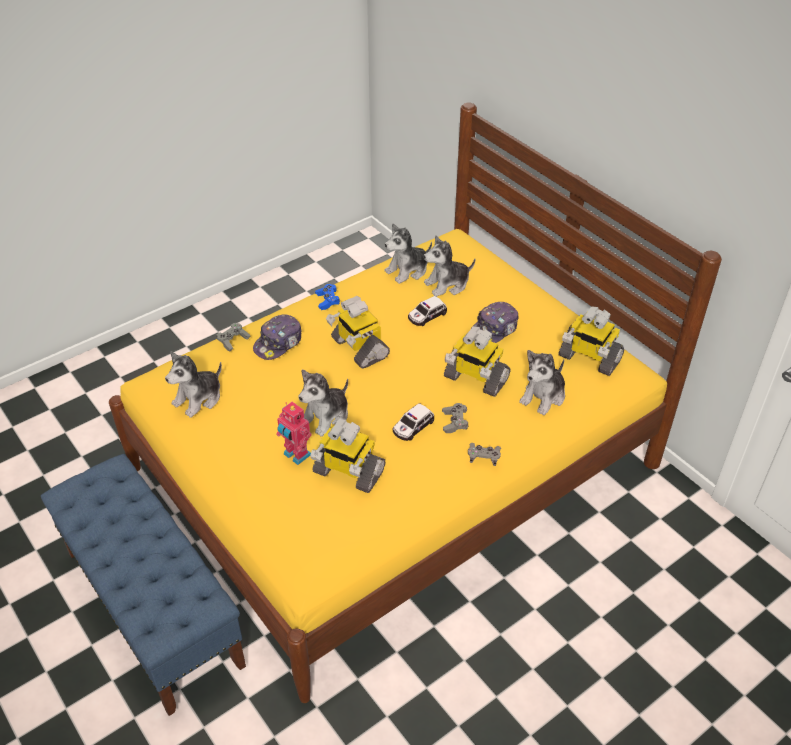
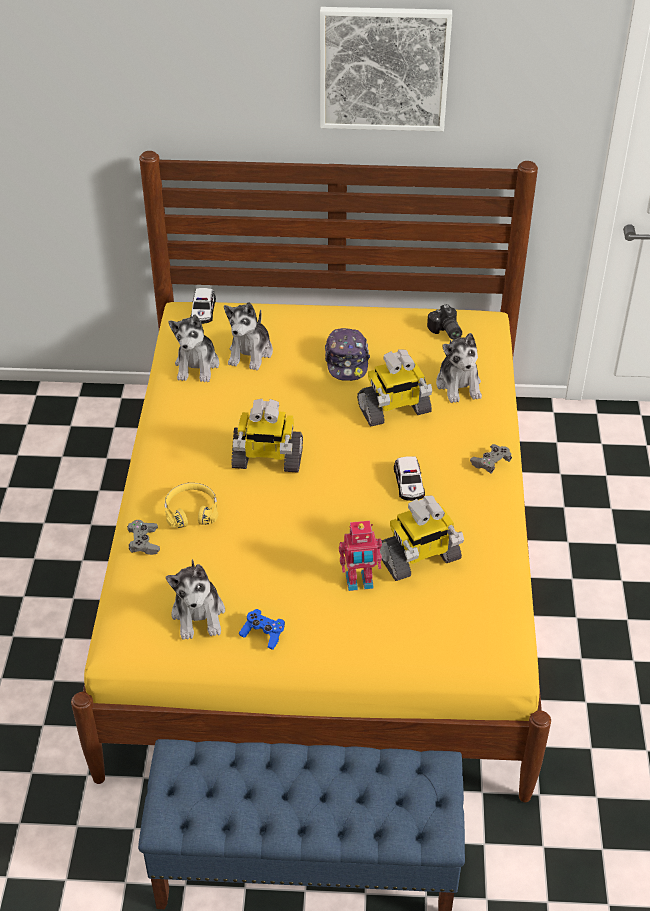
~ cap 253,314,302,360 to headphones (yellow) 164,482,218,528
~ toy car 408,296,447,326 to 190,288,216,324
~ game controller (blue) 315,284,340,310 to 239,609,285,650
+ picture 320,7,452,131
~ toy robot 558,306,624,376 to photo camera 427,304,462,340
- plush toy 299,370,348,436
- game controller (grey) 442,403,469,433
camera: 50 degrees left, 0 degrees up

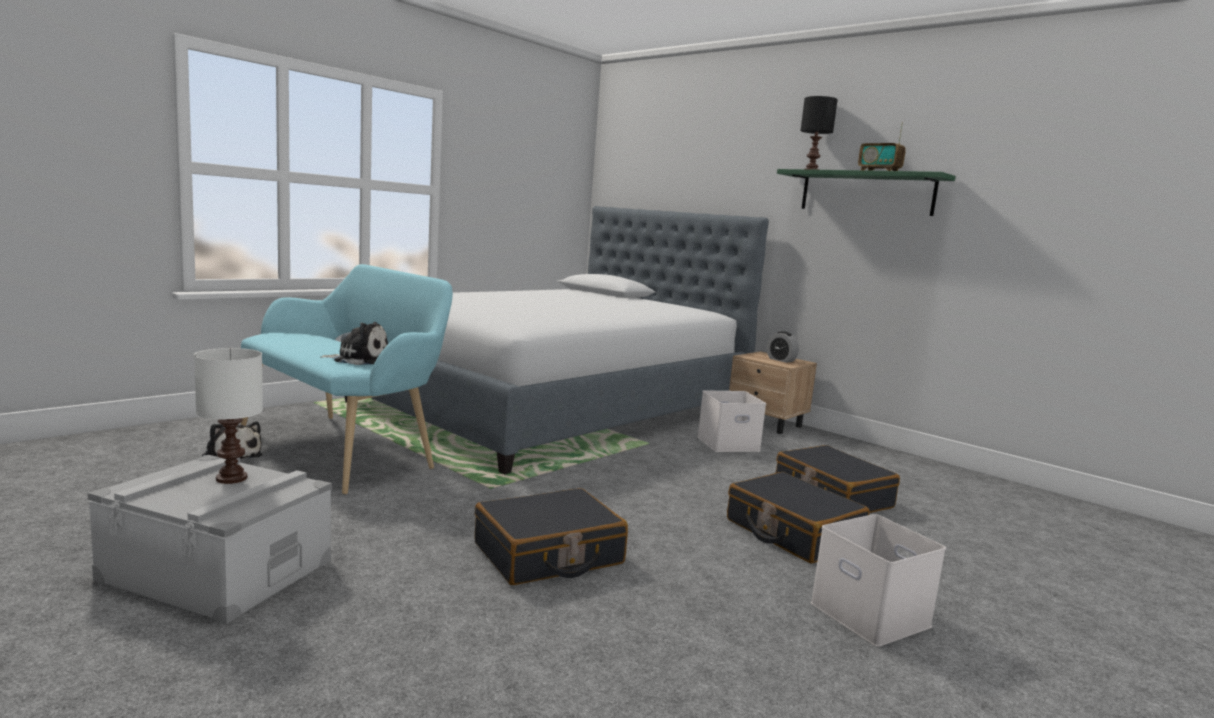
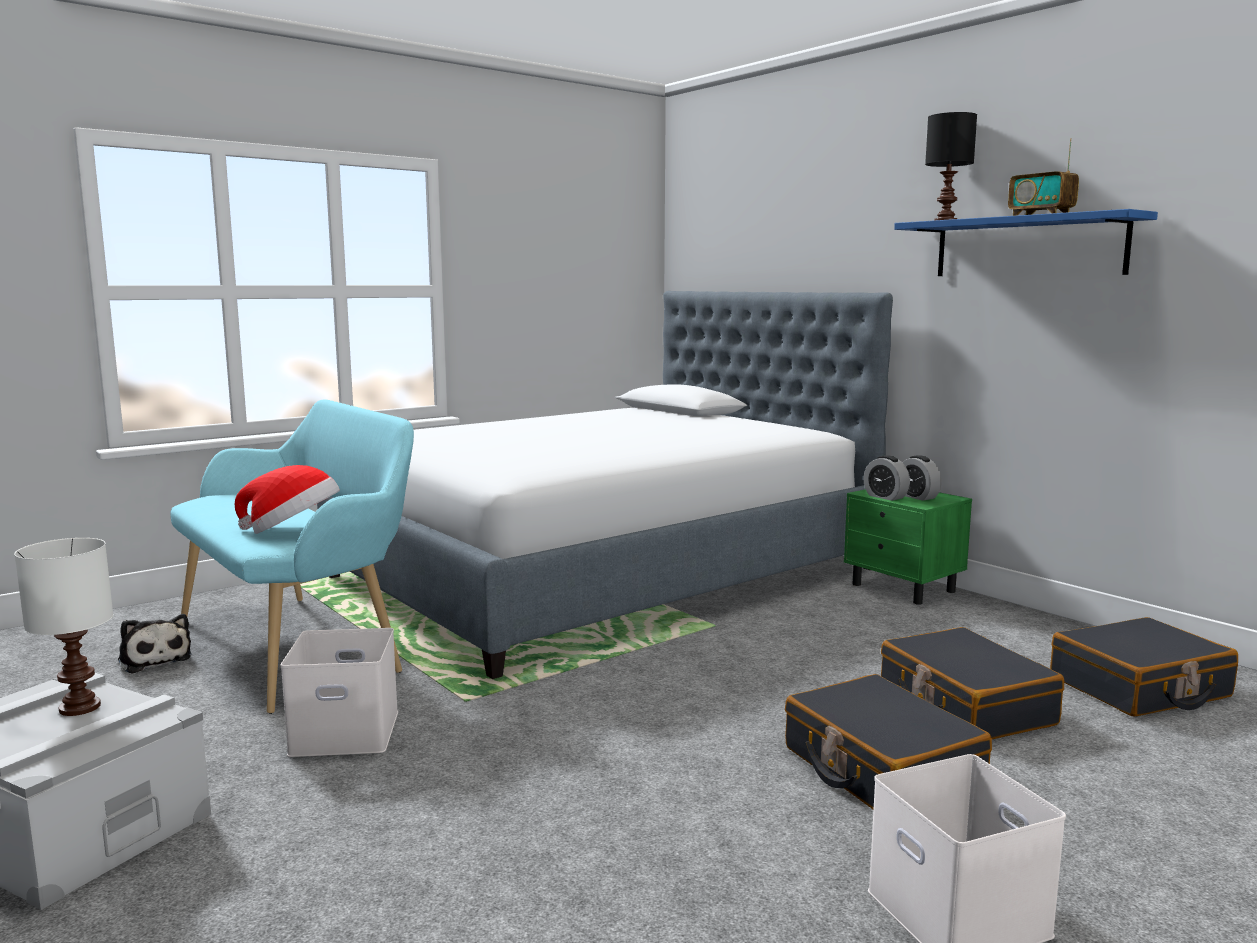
~ plush toy 320,322,388,365 to hat 235,465,340,534
~ storage box (white) 697,390,766,452 to 281,628,398,757
~ nightstand (beige) 729,351,817,434 to nightstand (green) 844,489,972,605
+ alarm clock 863,455,910,501
~ shelf (green) 777,169,956,216 to shelf (blue) 894,209,1158,276
~ suitcase (black) 475,488,628,585 to 1050,617,1238,717
camera: 10 degrees right, 0 degrees up

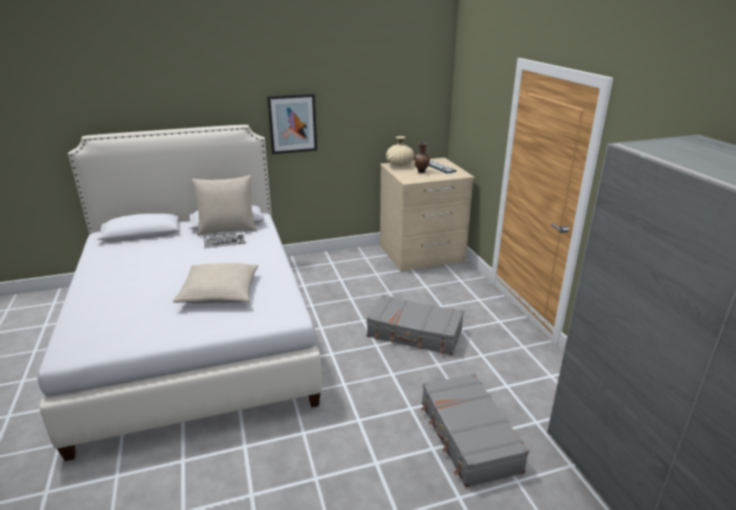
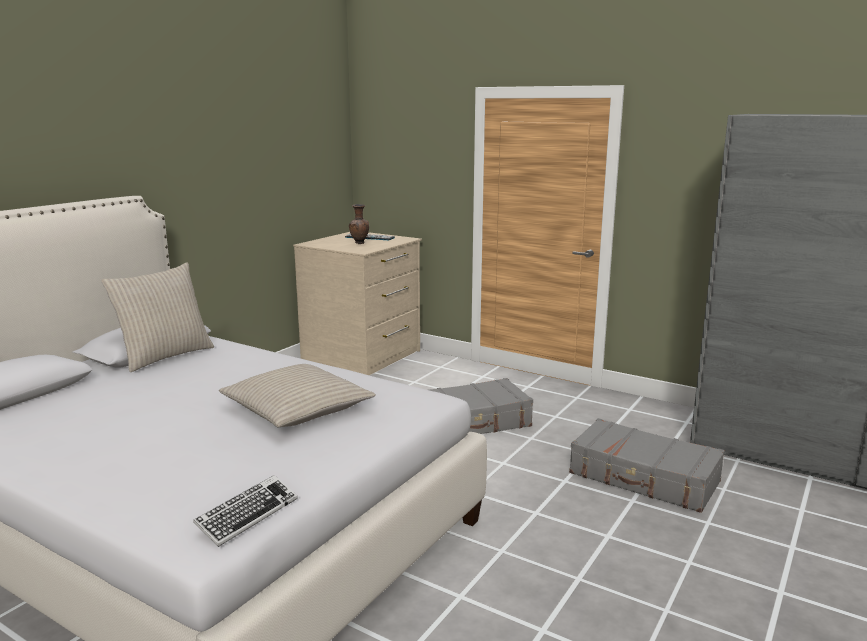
~ keyboard 203,232,246,248 to 193,475,298,547
- picture 267,94,317,154
- vase (beige) 386,136,414,167
camera: 40 degrees left, 10 degrees down

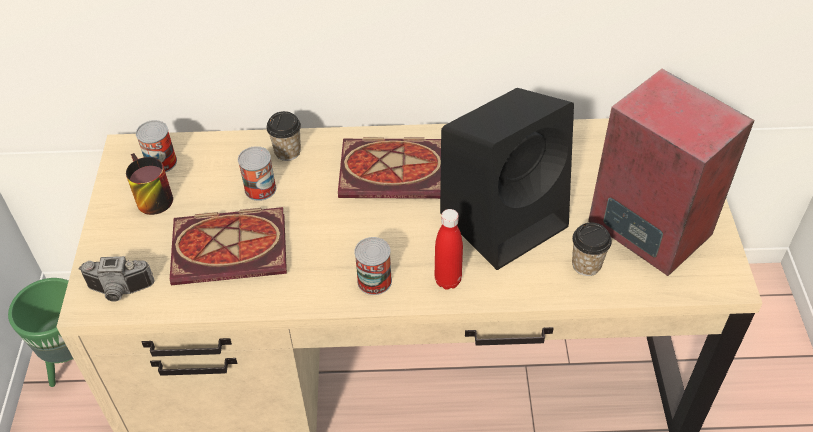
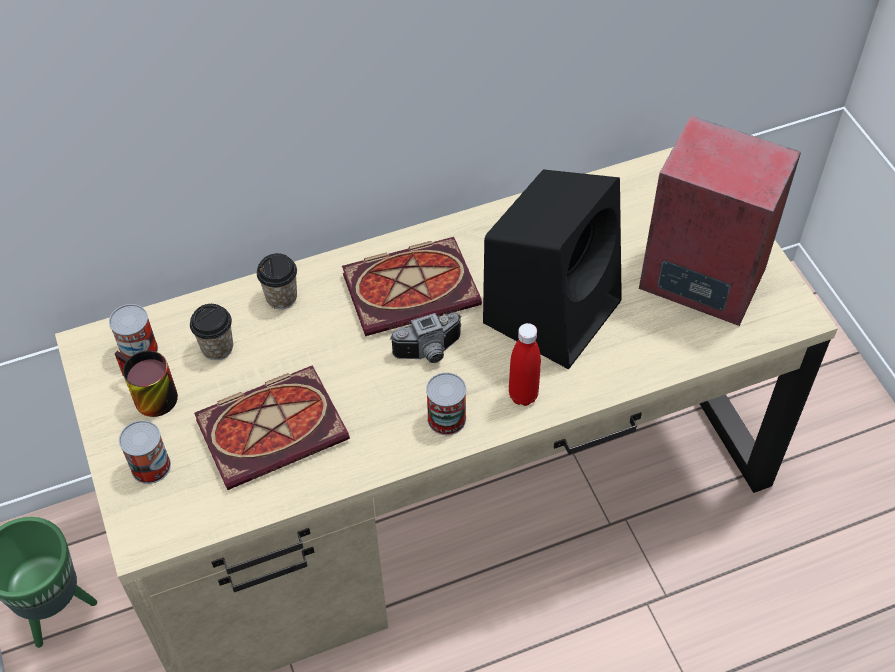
~ can 238,146,276,201 to 119,420,171,484
~ cup 572,222,612,276 to 190,304,233,360
~ photo camera 78,256,154,302 to 390,312,461,363
camera: 20 degrees left, 5 degrees up

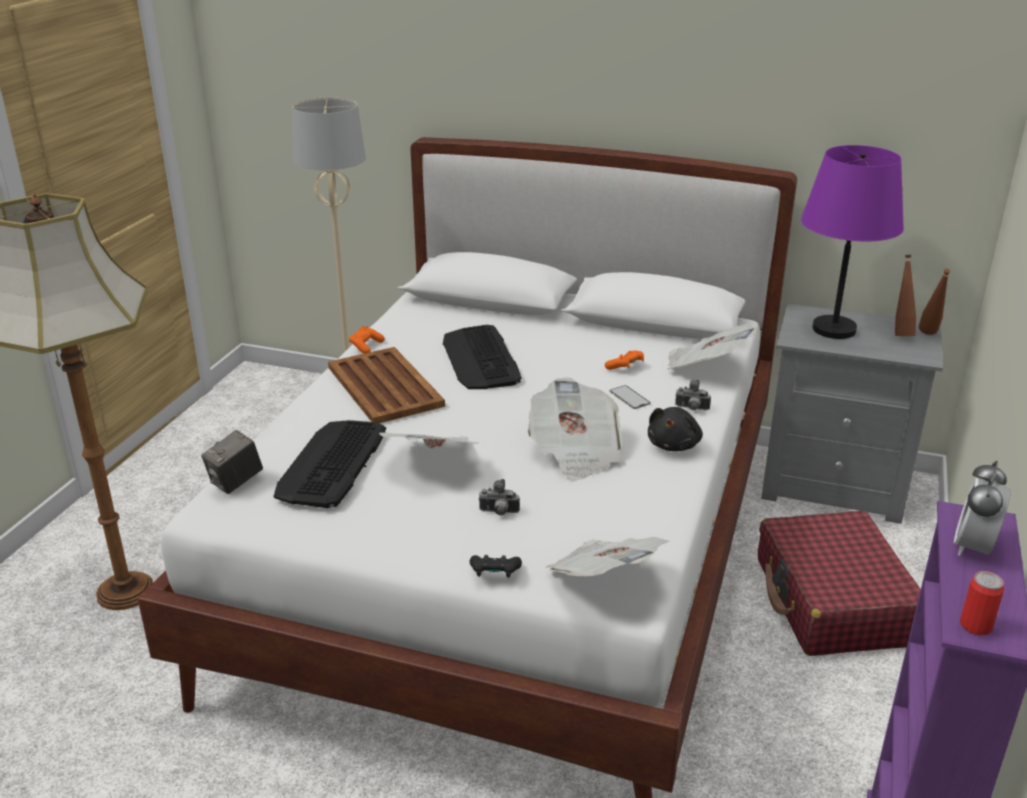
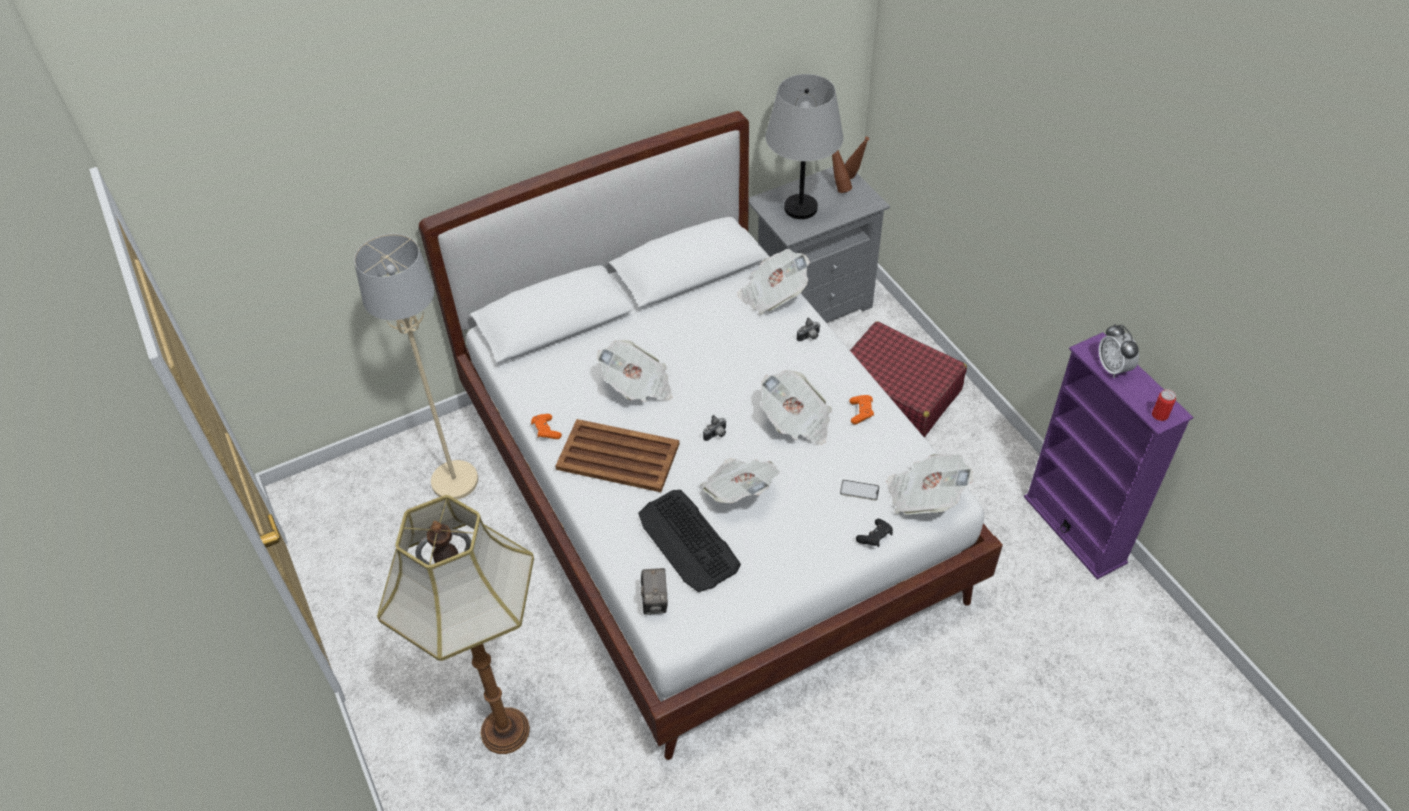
~ keyboard 443,325,522,389 to newspaper 597,340,672,402
~ photo camera 478,479,520,516 to 703,415,727,441
~ table lamp (purple) 801,145,904,339 to table lamp (grey) 765,74,843,219
~ phone 609,385,651,409 to 840,480,879,500
~ game controller (orange) 605,350,644,370 to 849,395,874,424
- plush toy (black) 648,407,703,451
camera: 45 degrees left, 20 degrees up

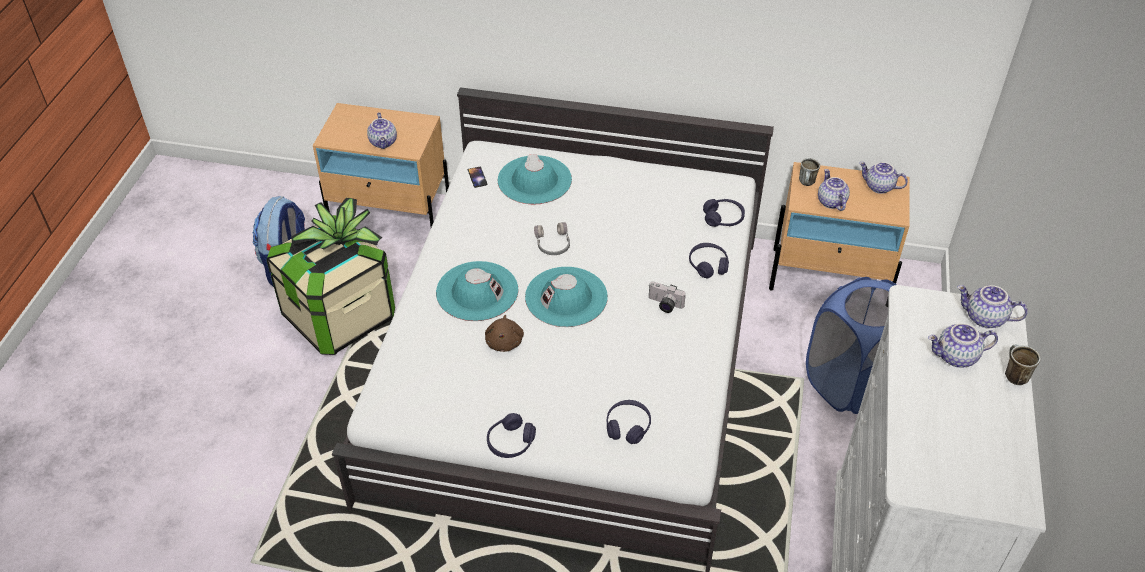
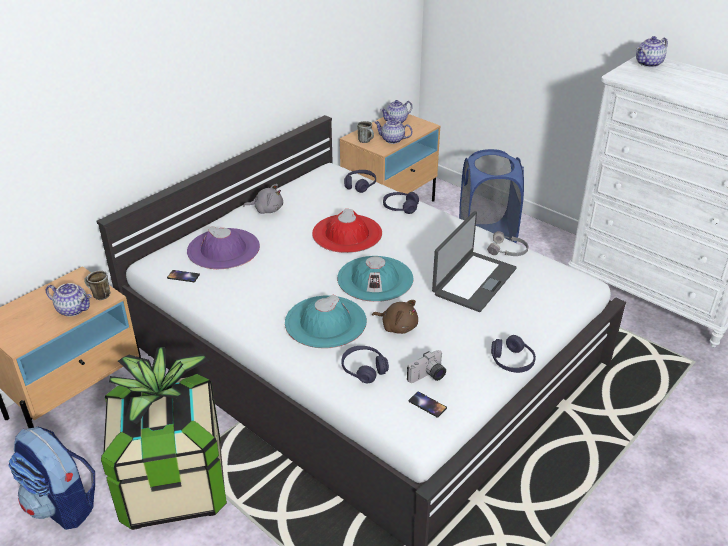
~ mug 1005,344,1040,385 to 84,270,110,300
~ hat (turquoise) 498,154,572,204 to hat (purple) 187,226,260,269
+ plush toy (grey) 243,184,283,214
+ hat (red) 312,209,382,253
~ headphones (purple) 607,400,651,444 to 342,346,389,383
~ photo camera 649,281,686,313 to 407,350,446,383
+ phone 408,392,447,418
+ laptop 432,211,517,312
~ headphones (grey) 534,222,570,255 to 487,231,528,256
- teapot 928,323,998,368
camera: 60 degrees left, 10 degrees down

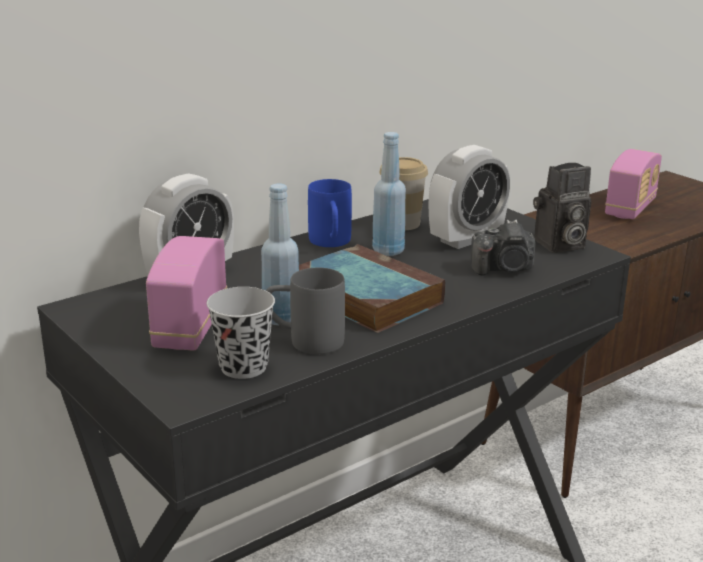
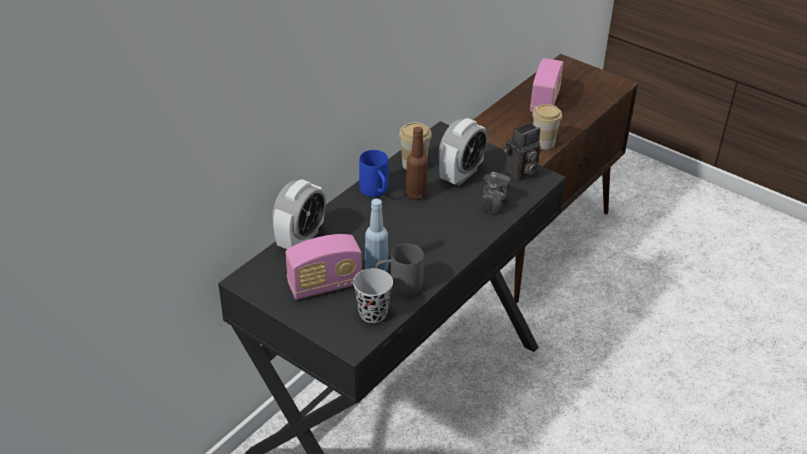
~ radio 146,236,227,350 = 285,234,362,300 105 degrees counterclockwise
~ bottle (blue) 372,132,406,256 to bottle (brown) 406,127,428,200
~ photo camera 471,220,536,275 = 481,172,511,214 60 degrees counterclockwise
+ cup 532,104,562,150
- book 299,244,445,333
camera: 15 degrees left, 15 degrees up

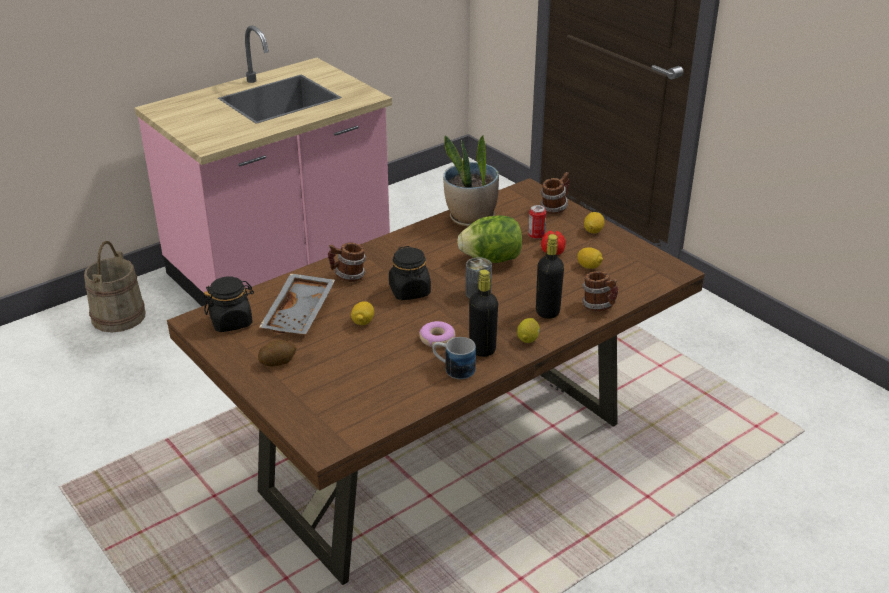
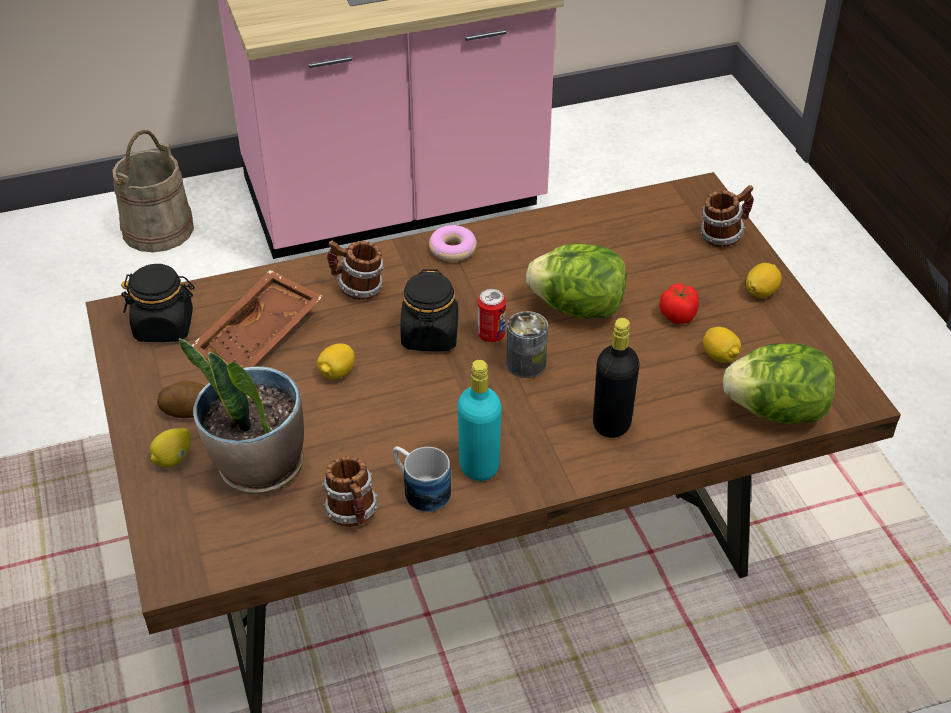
~ lemon 517,318,540,343 to 150,428,191,468
~ potted plant 443,135,499,227 to 178,338,304,494
~ tray (grey) 259,273,335,334 to tray (brown) 192,270,323,368
~ mug 582,271,618,312 to 322,456,378,527
~ donut 419,321,455,348 to 429,225,477,262
~ bottle (black) 469,269,498,357 to bottle (turquoise) 458,360,502,481
~ can 528,205,546,239 to 478,289,506,342
+ lettuce 723,343,835,424
camera: 20 degrees right, 10 degrees up

